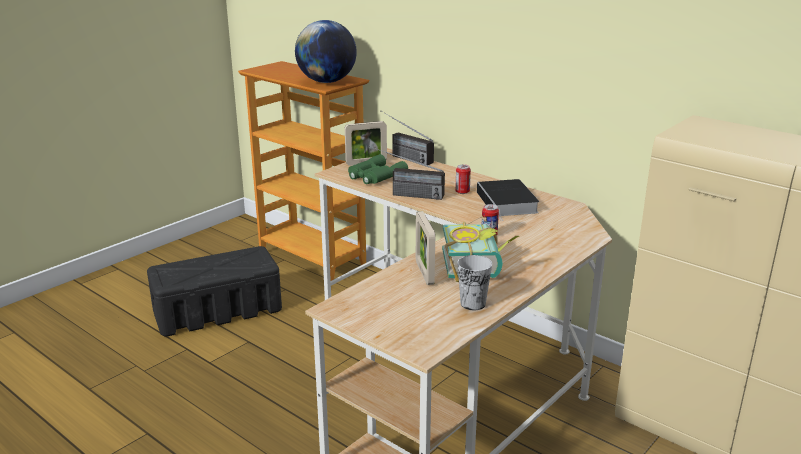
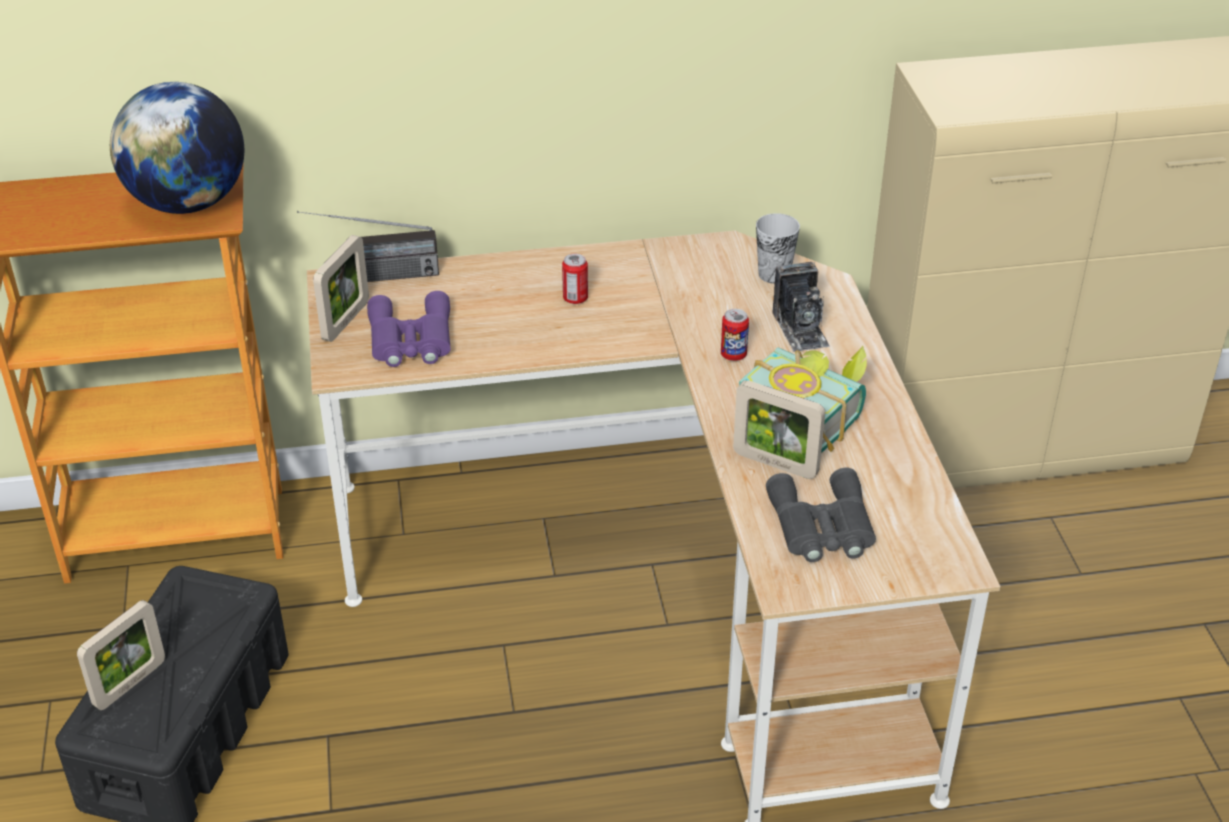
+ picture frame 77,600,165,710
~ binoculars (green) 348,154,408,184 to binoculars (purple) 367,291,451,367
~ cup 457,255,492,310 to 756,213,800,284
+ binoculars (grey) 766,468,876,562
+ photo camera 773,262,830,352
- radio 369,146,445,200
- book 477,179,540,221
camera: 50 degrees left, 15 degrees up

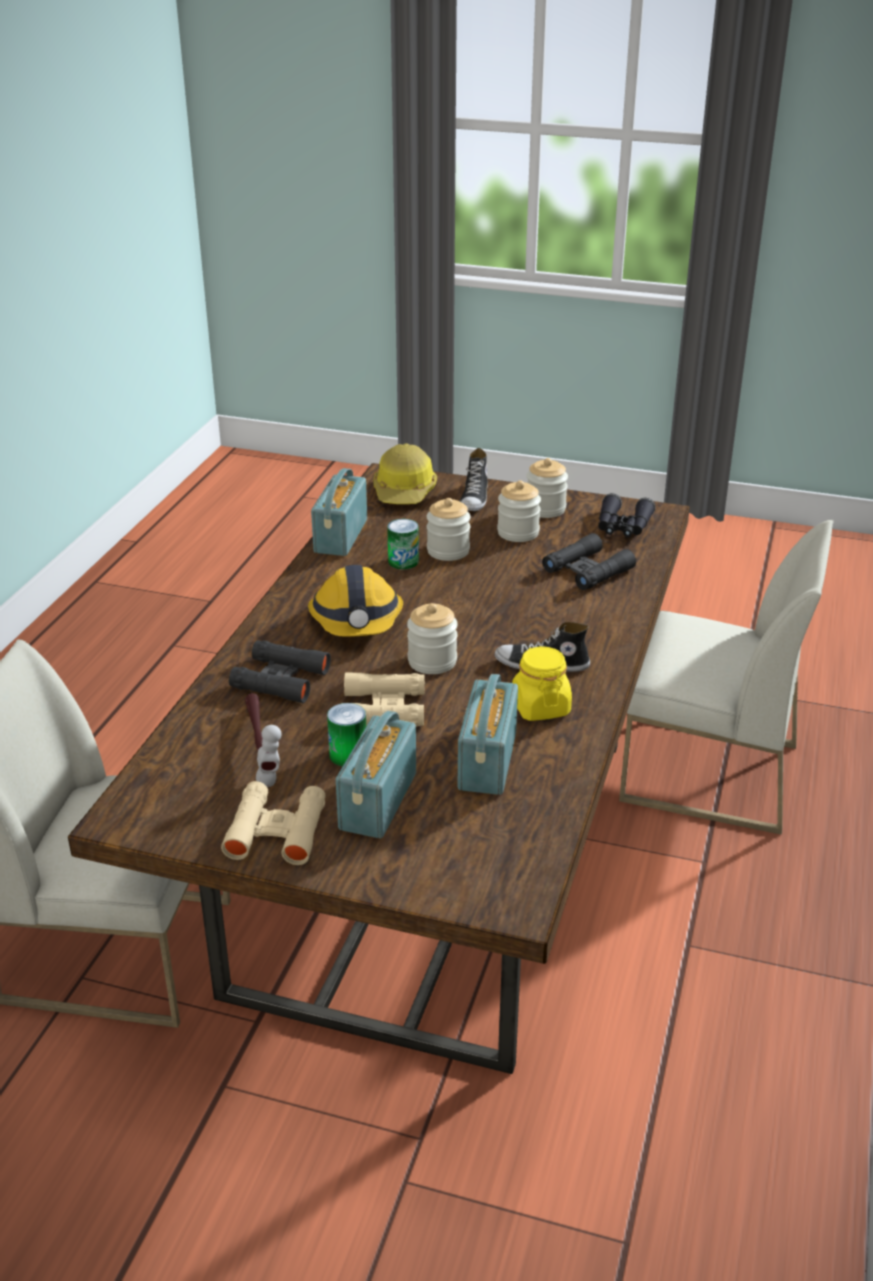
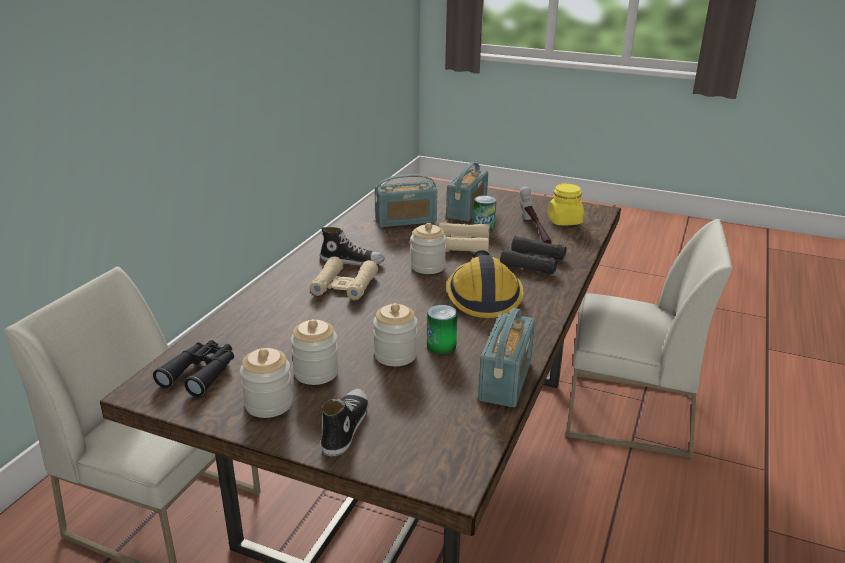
~ binoculars (beige) 221,781,326,865 to 310,256,378,300
~ radio 458,674,518,795 = 375,174,437,227 60 degrees clockwise
~ jar (yellow) 512,646,572,721 to 547,183,584,225
- hard hat 373,443,437,504
- binoculars (black) 542,533,636,590
camera: 175 degrees left, 5 degrees down

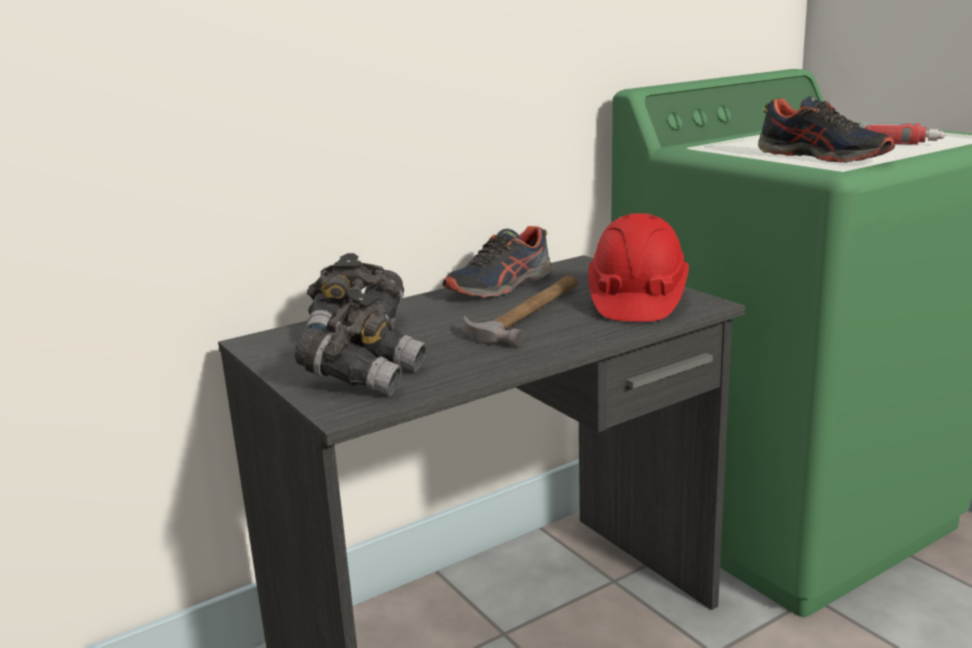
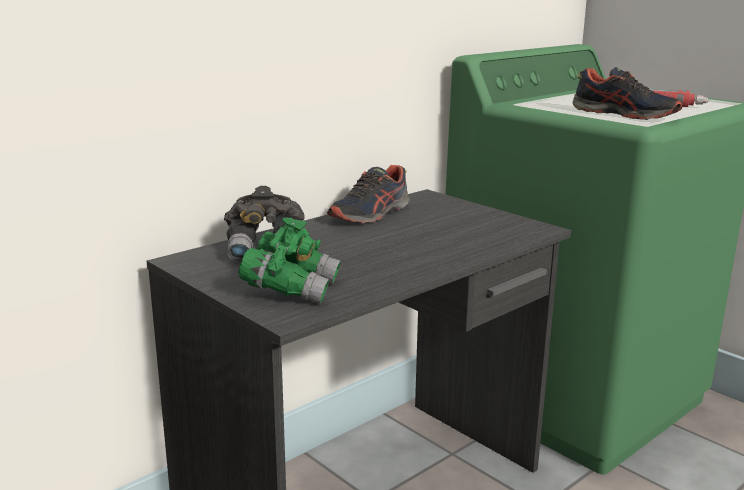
~ binoculars (grey) 295,291,427,395 to binoculars (green) 238,217,341,304
- hammer 464,276,578,347
- hard hat (red) 588,213,689,322
camera: 10 degrees left, 0 degrees up

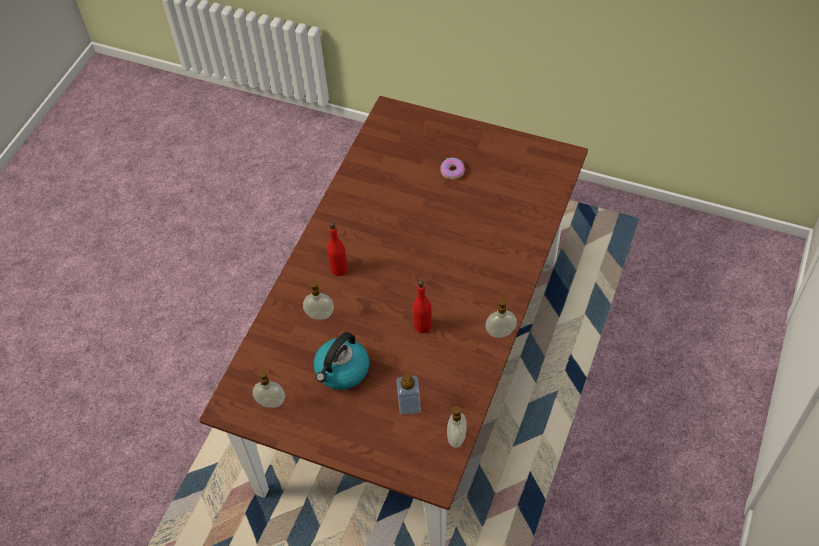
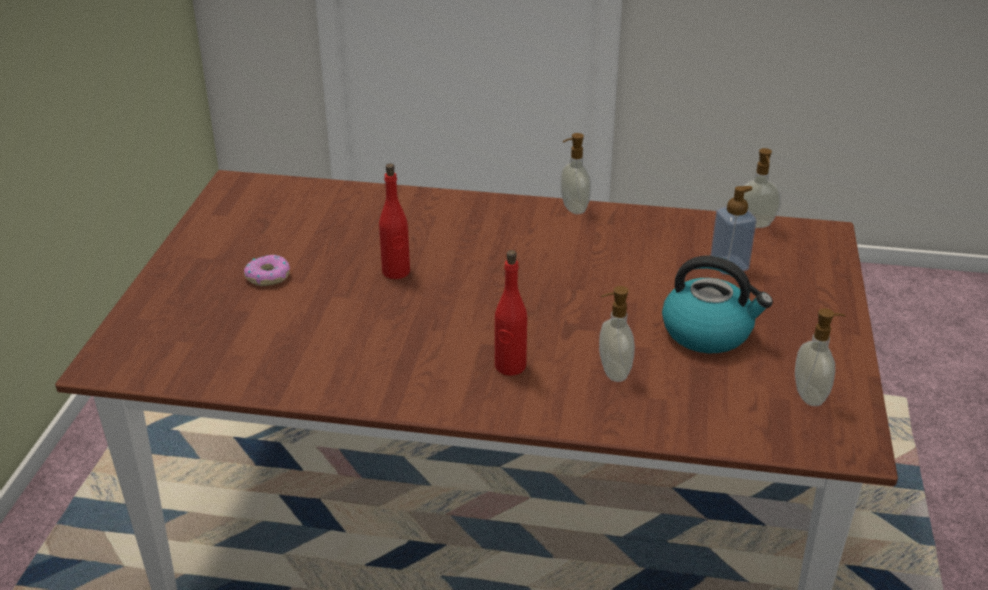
~ bottle (red) 412,280,432,333 to 379,163,410,279
camera: 105 degrees left, 20 degrees down

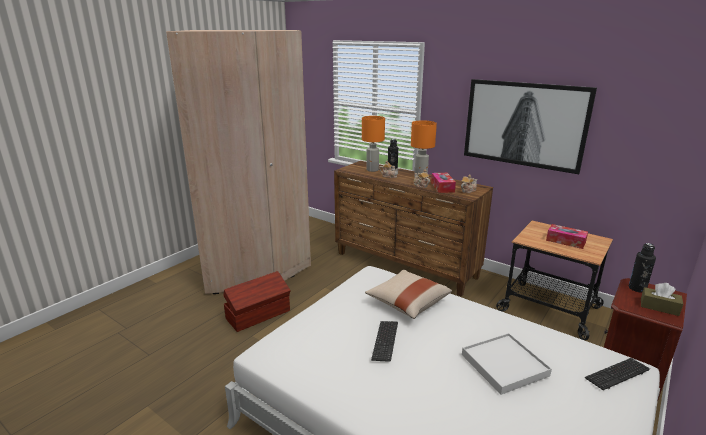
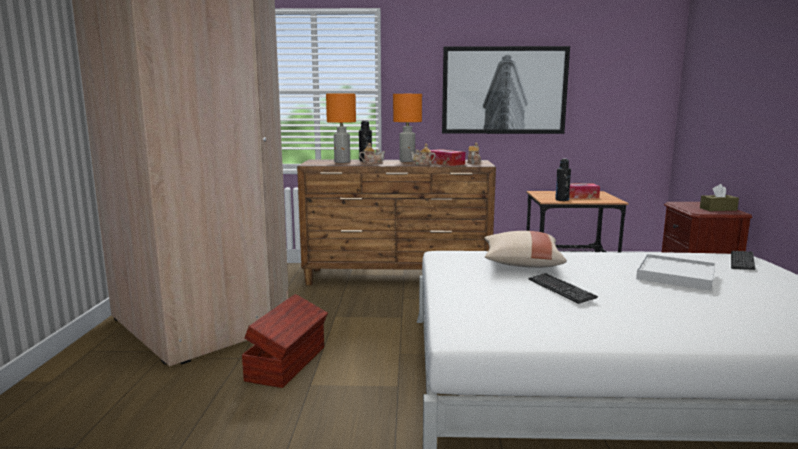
~ bottle (black) 629,243,656,293 to 555,159,571,201
camera: 35 degrees left, 10 degrees down

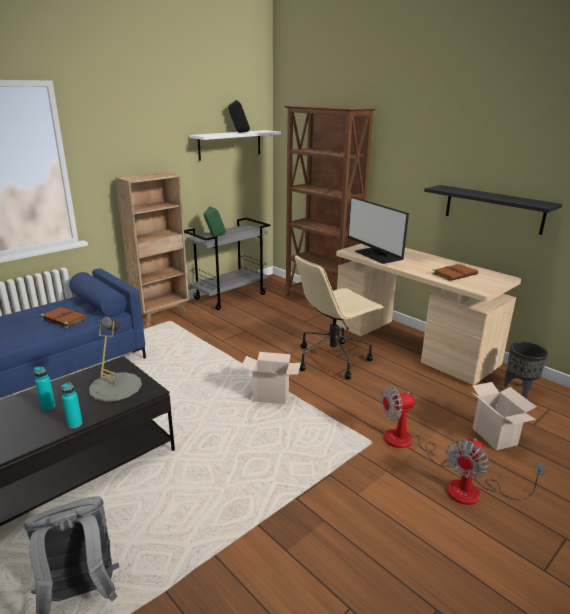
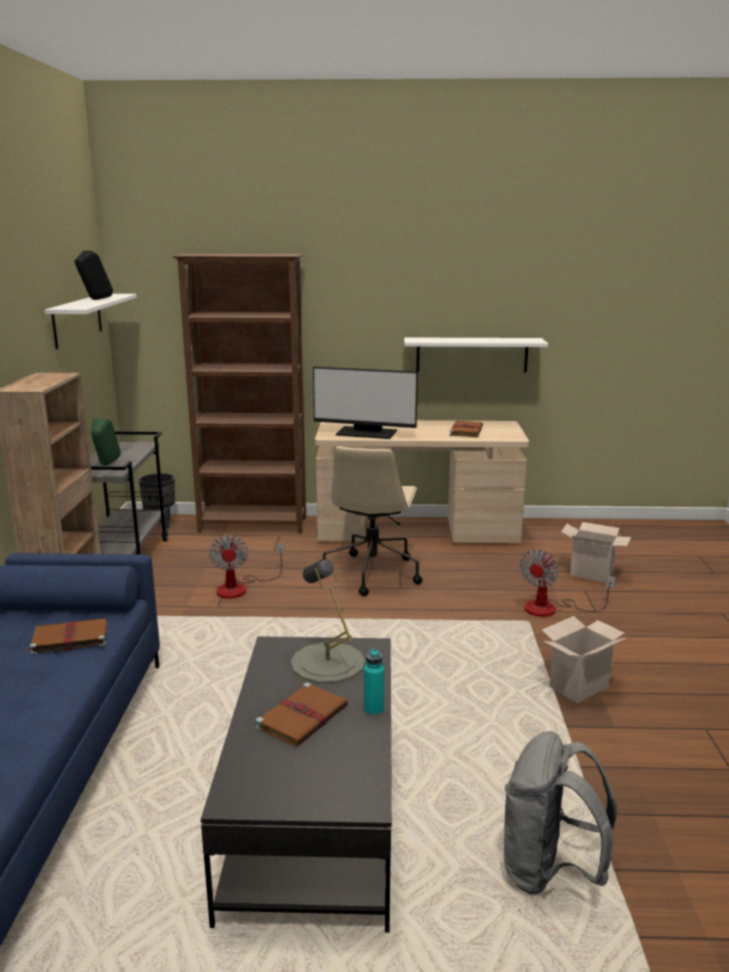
~ planter (black) 504,341,548,398 to 139,473,175,529
~ fan 446,438,546,505 to 209,535,284,599
~ bottle (turquoise) 34,367,56,411 to book (brown) 255,682,348,747
~ shelf (black) 424,185,562,235 to shelf (white) 404,337,548,372
~ cardboard box 241,352,301,404 to 542,616,627,703
camera: 45 degrees left, 5 degrees down

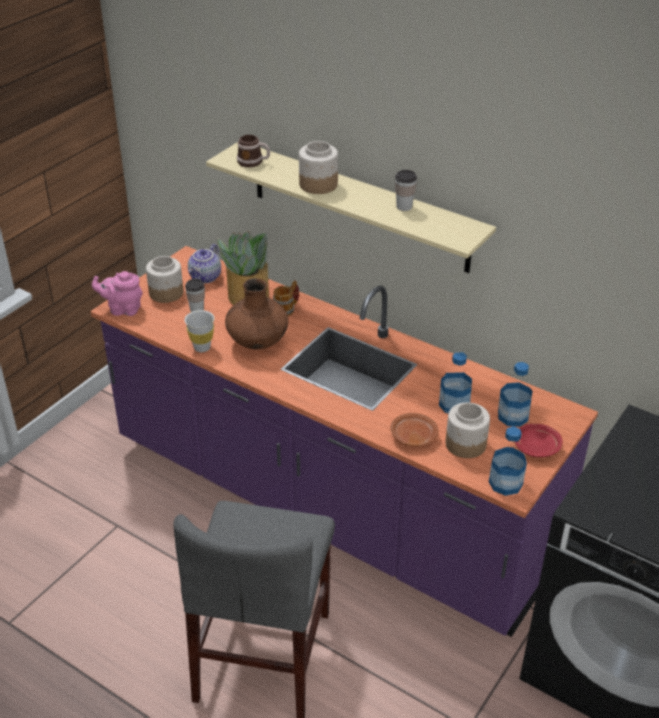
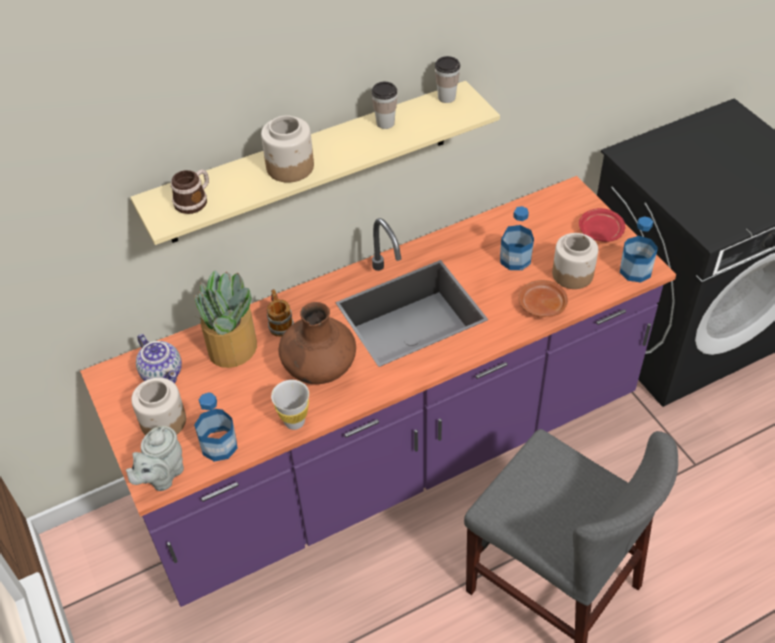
~ teapot (pink) 92,271,143,316 to teapot (grey) 126,426,184,491
~ bottle 498,362,533,427 to 194,392,238,462
~ cup 185,279,205,312 to 435,56,460,103
camera: 60 degrees left, 10 degrees up

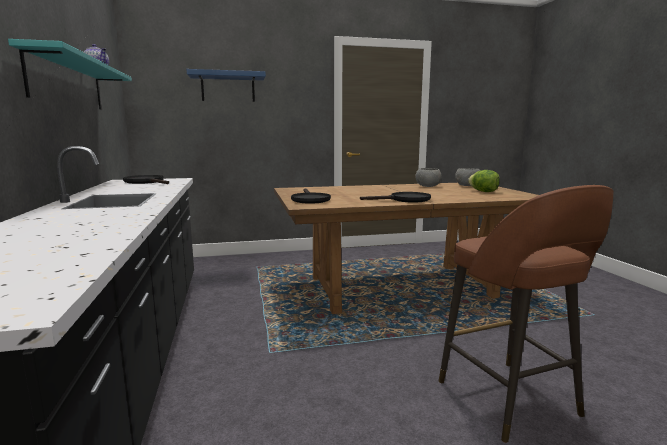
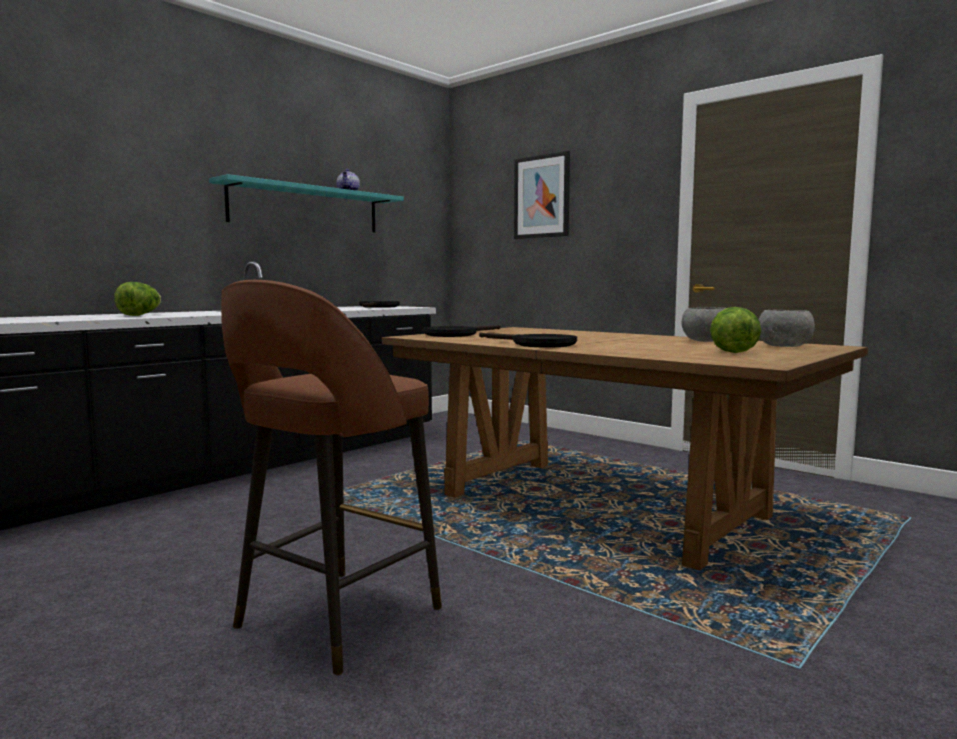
+ lettuce 114,282,161,316
~ shelf (blue) 186,69,266,102 to picture 514,151,570,239
camera: 55 degrees right, 5 degrees down

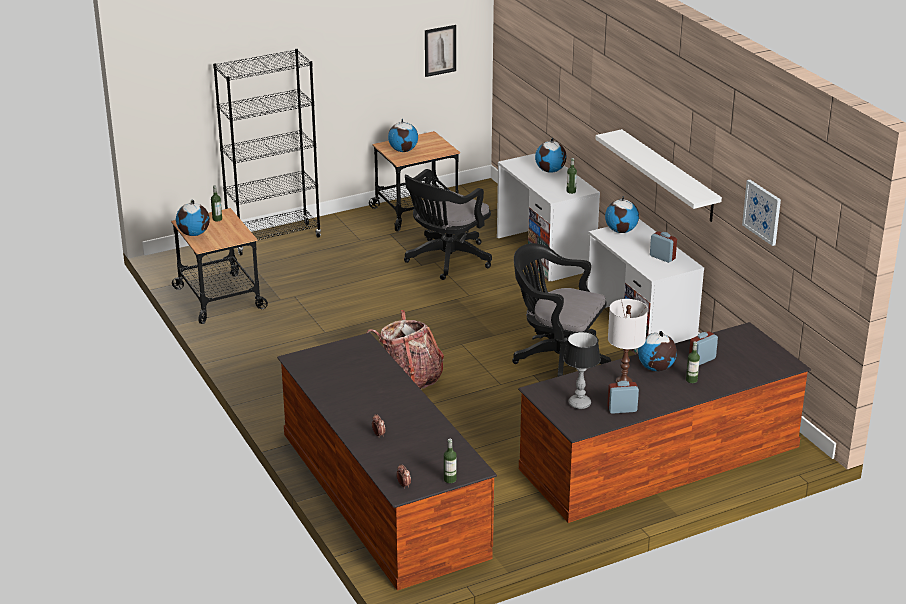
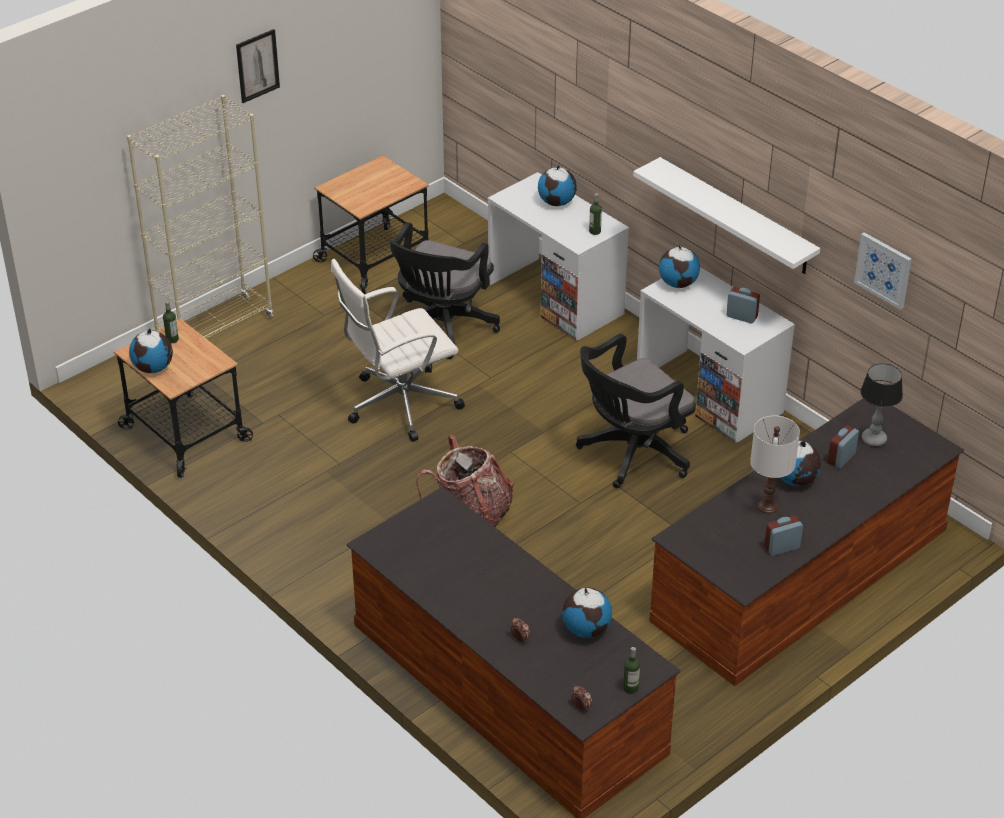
~ bookcase (black) 213,49,321,255 to bookcase (beige) 127,95,273,339
~ picture 425,25,456,77 to 236,29,280,103
+ office chair (white) 331,259,465,442
~ globe 388,119,418,152 to 562,587,612,638
~ office chair (black) 512,243,611,377 = 576,334,696,488 45 degrees counterclockwise
~ table lamp 563,332,601,409 to 860,363,903,447
- bottle 686,342,700,383
camera: 15 degrees left, 10 degrees up

